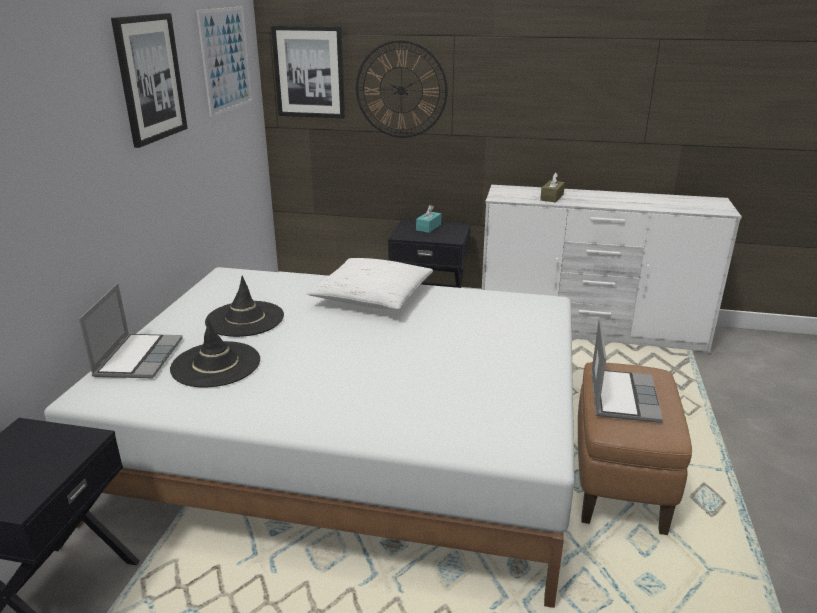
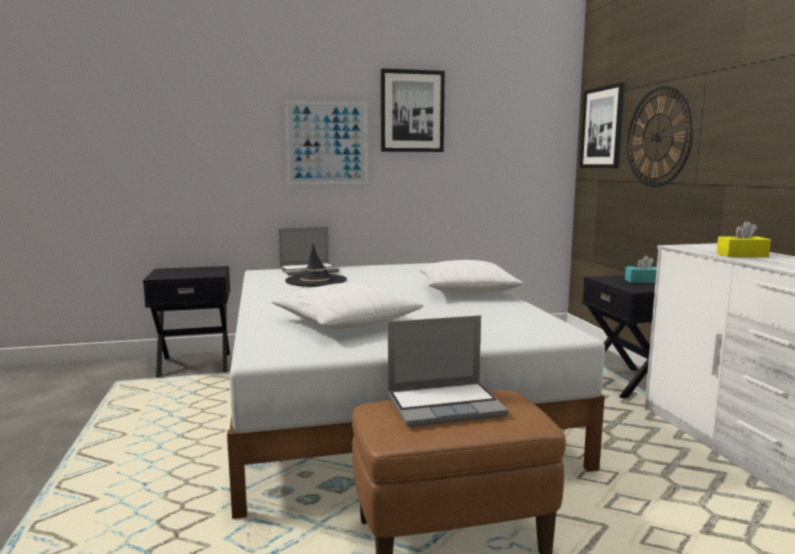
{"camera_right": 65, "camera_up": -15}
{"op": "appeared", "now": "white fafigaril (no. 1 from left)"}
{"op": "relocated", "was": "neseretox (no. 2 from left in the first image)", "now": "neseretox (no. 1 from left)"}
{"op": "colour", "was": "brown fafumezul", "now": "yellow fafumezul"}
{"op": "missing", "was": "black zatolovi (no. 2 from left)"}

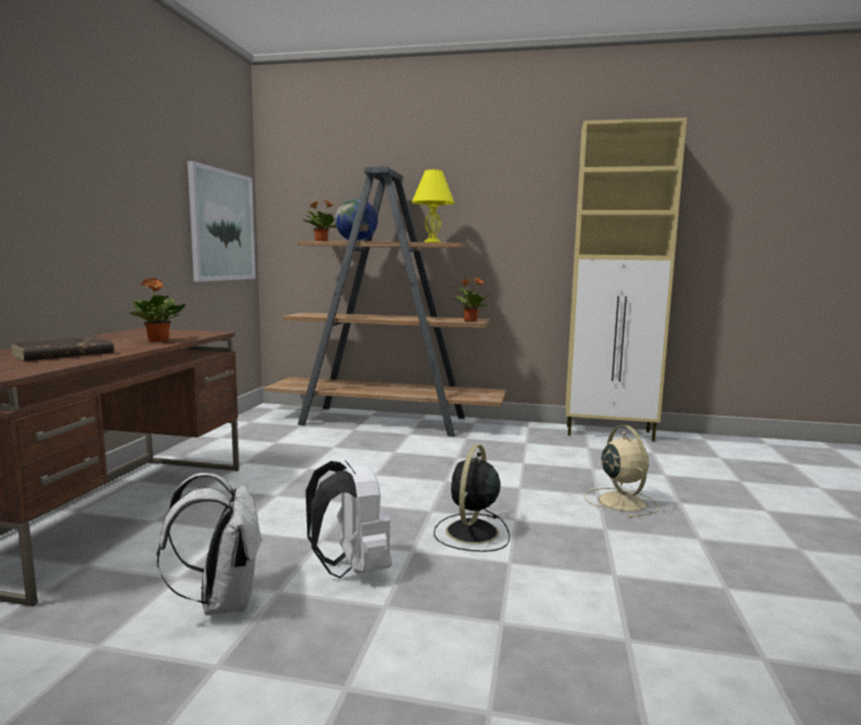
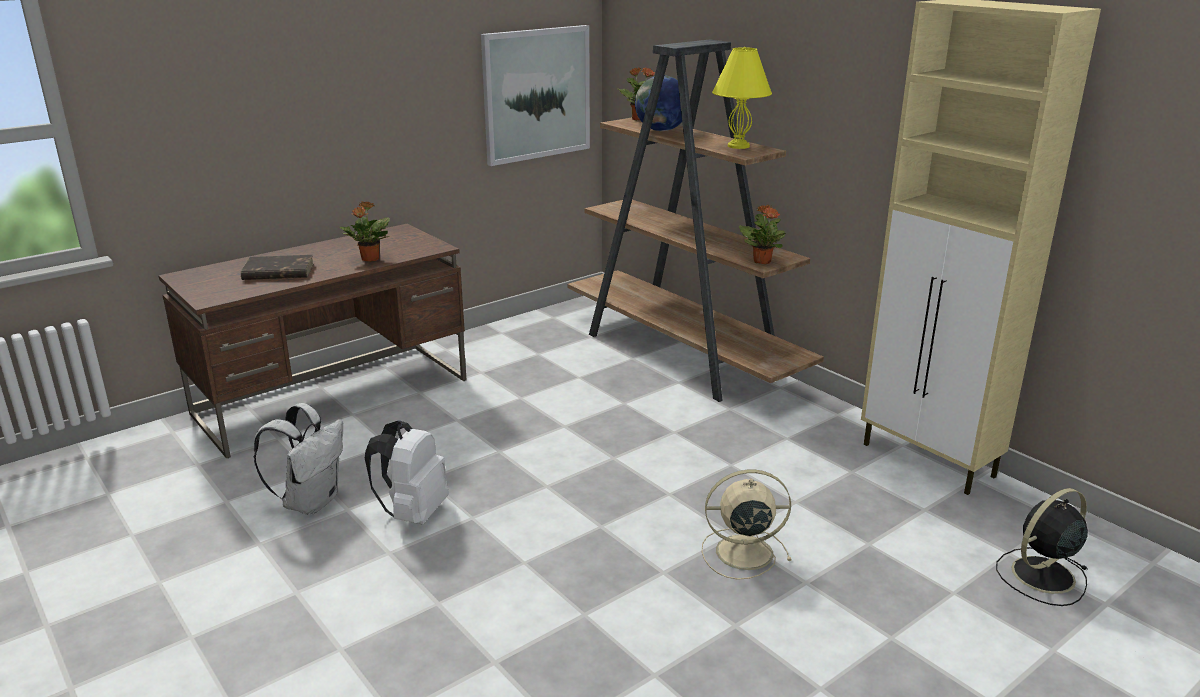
{"camera_right": 40, "camera_up": 15}
{"op": "spun", "was": "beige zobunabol", "clockwise": -120}
{"op": "relocated", "was": "black zobunabol"}

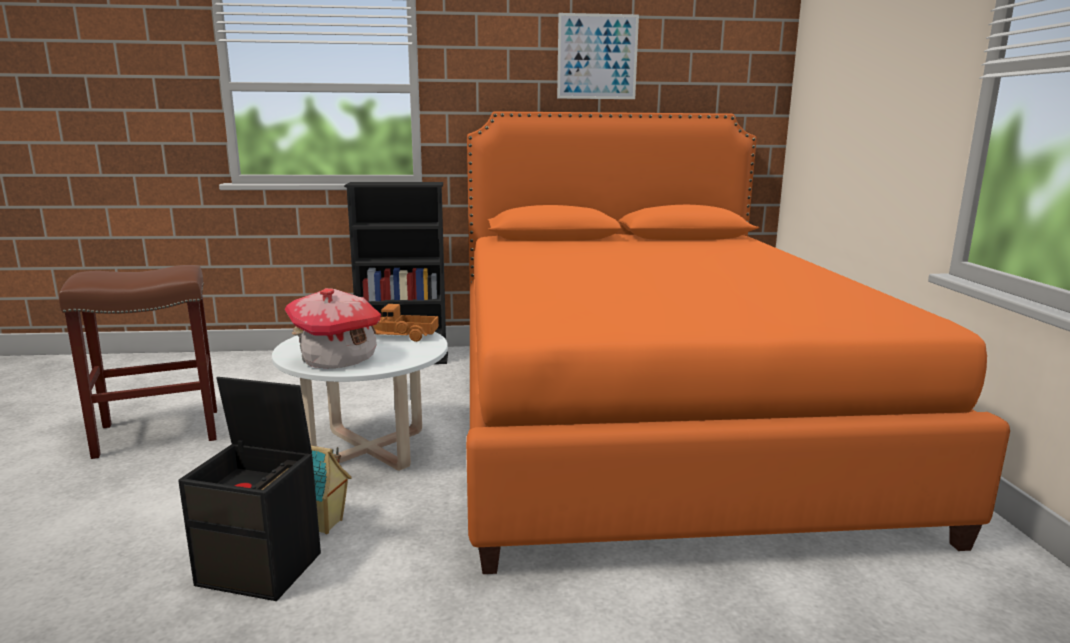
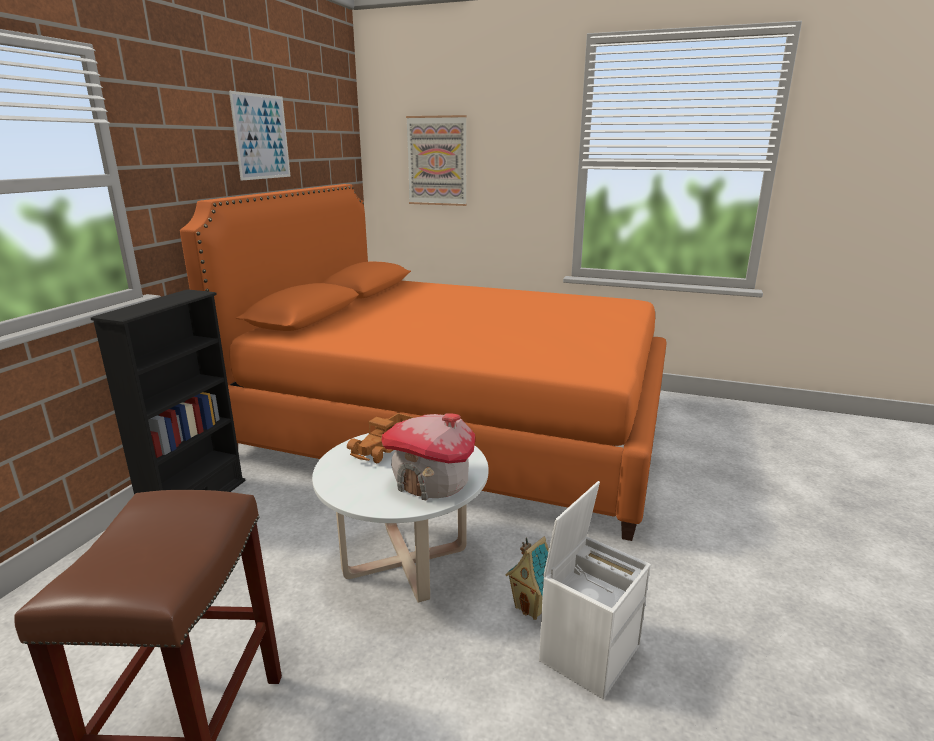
{"camera_right": -65, "camera_up": 5}
{"op": "appeared", "now": "neseretox (no. 2 from left)"}
{"op": "colour", "was": "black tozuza", "now": "white tozuza"}

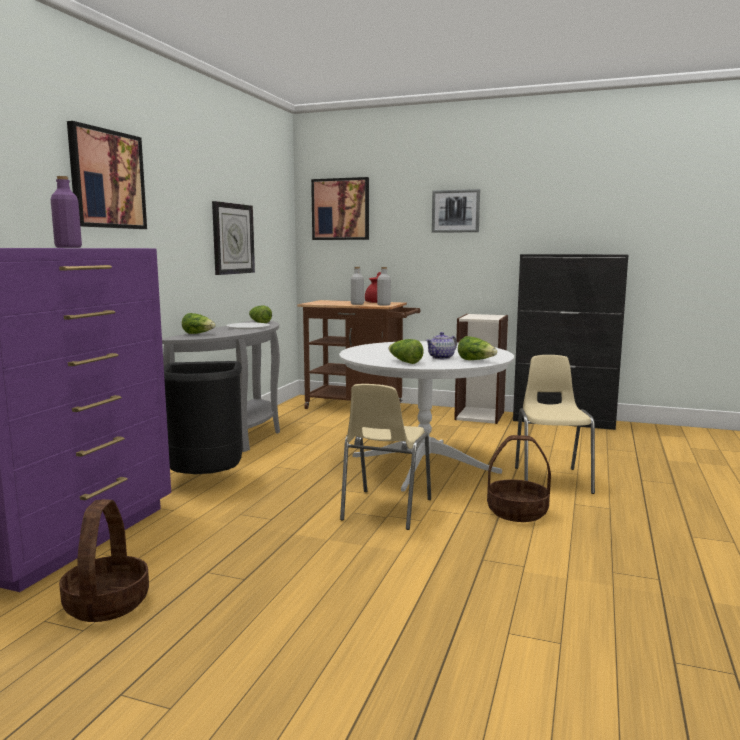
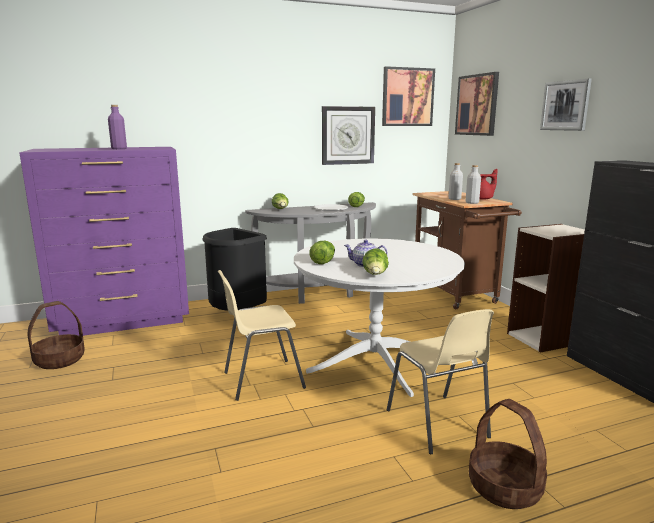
{"camera_right": 50, "camera_up": 5}
{"op": "relocated", "was": "neseretox (no. 1 from left)"}
{"op": "spun", "was": "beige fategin (no. 2 from left)", "clockwise": 105}
{"op": "relocated", "was": "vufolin (no. 2 from left)"}

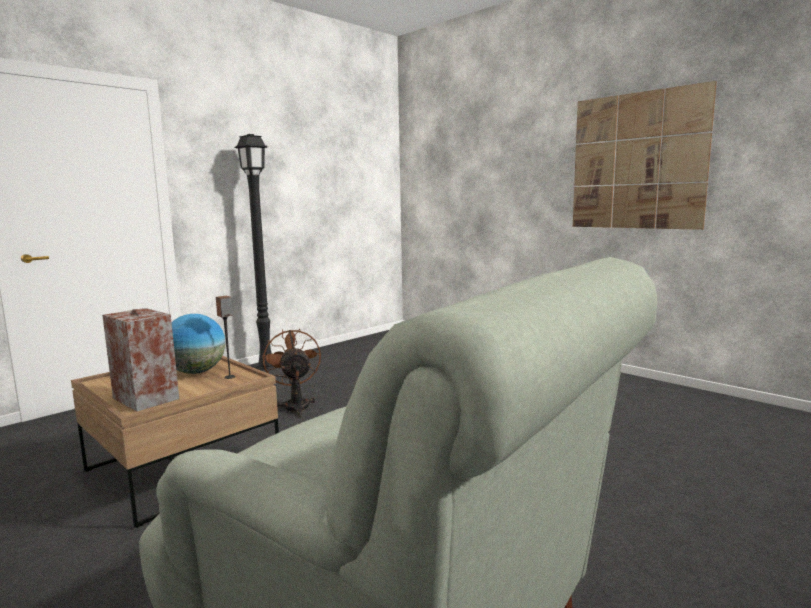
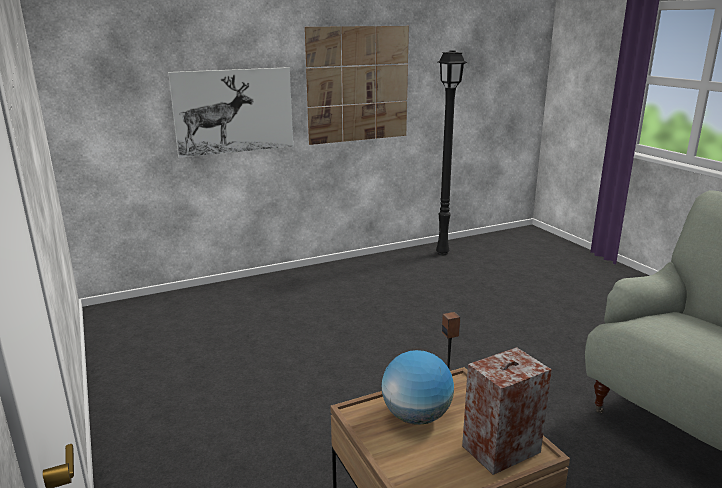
{"camera_right": -70, "camera_up": 10}
{"op": "appeared", "now": "neseretox (no. 1 from left)"}
{"op": "relocated", "was": "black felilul"}
{"op": "missing", "was": "brown zobunabol"}

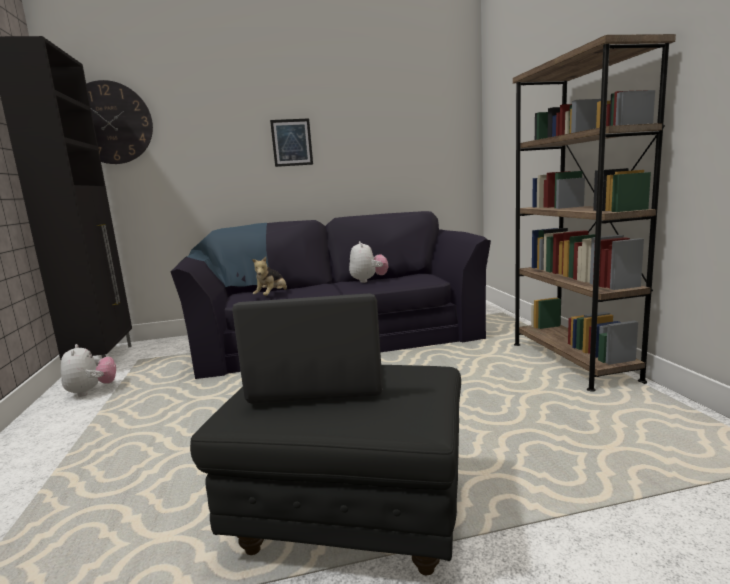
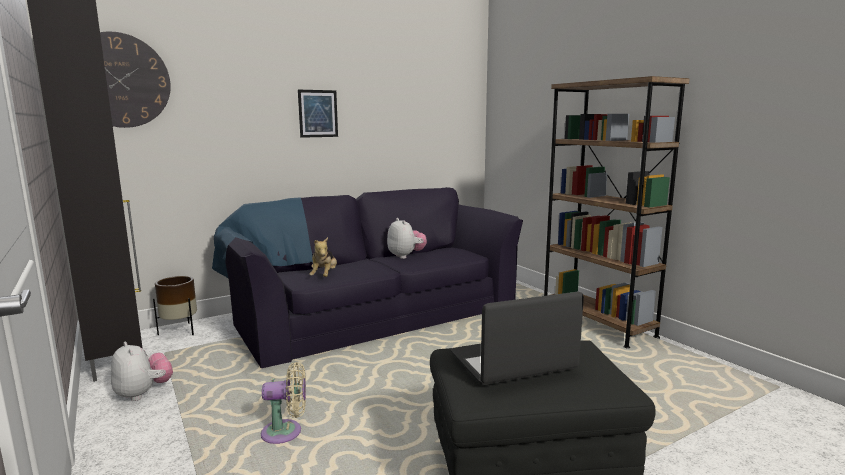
{"camera_right": -20, "camera_up": 0}
{"op": "appeared", "now": "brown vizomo"}
{"op": "appeared", "now": "beige zobunabol"}

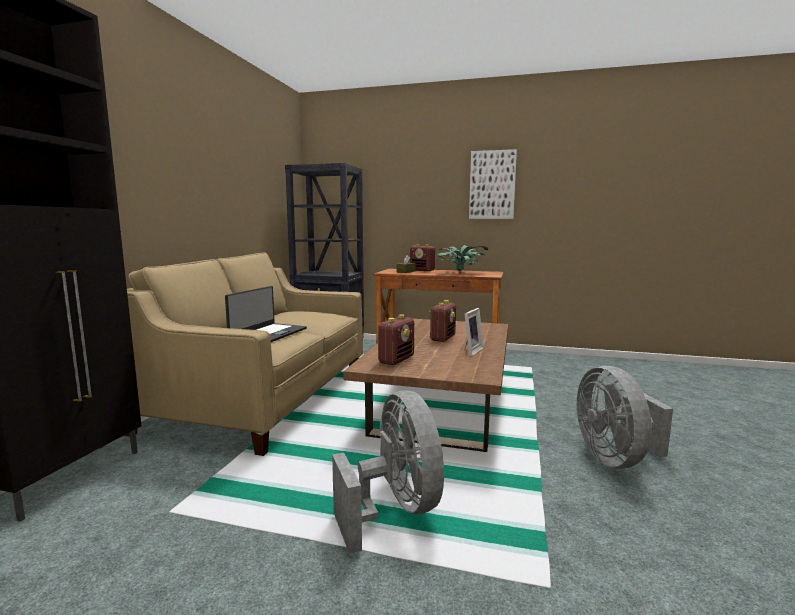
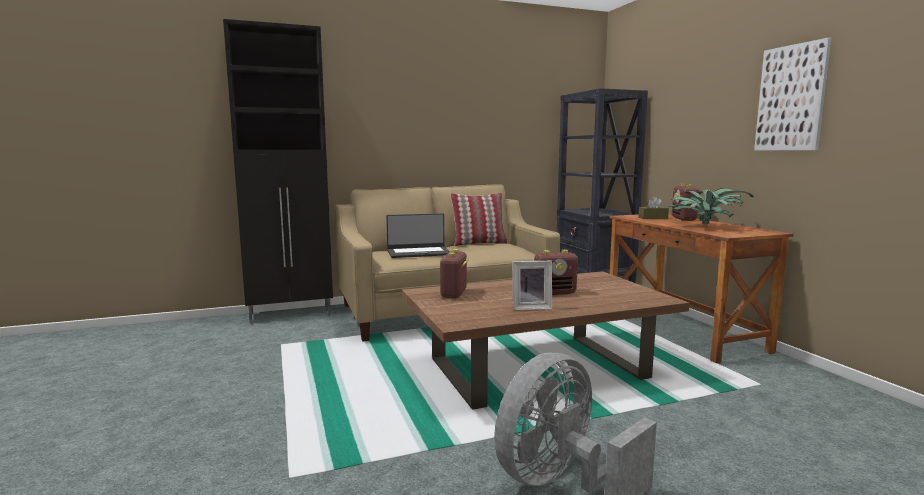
{"camera_right": 55, "camera_up": 0}
{"op": "spun", "was": "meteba (no. 1 from left)", "clockwise": 105}
{"op": "appeared", "now": "fafigaril"}
{"op": "missing", "was": "grey zobunabol (no. 1 from left)"}

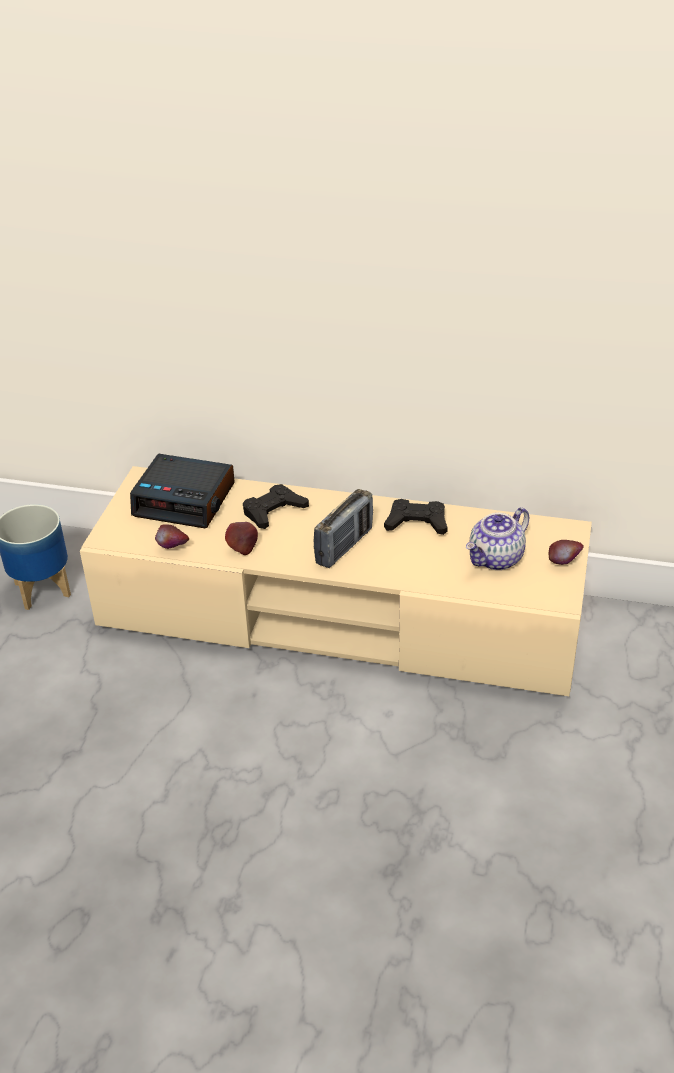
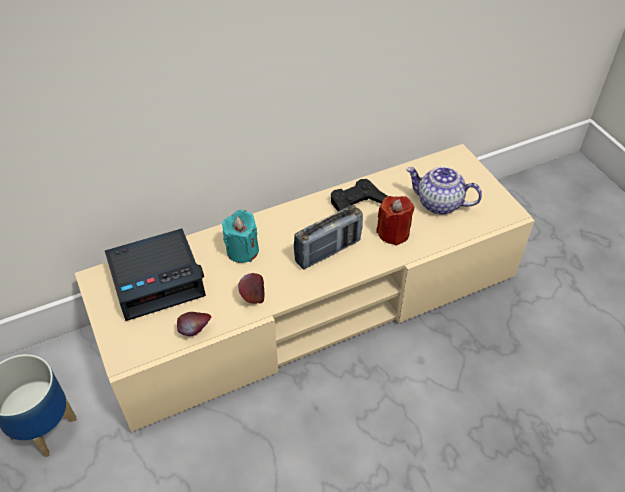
{"camera_right": -40, "camera_up": 10}
{"op": "exchanged", "was": "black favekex (no. 1 from left)", "now": "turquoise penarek"}
{"op": "spun", "was": "meteba", "clockwise": 60}
{"op": "appeared", "now": "red penarek"}
{"op": "spun", "was": "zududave", "clockwise": 105}
{"op": "missing", "was": "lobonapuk (no. 3 from left)"}

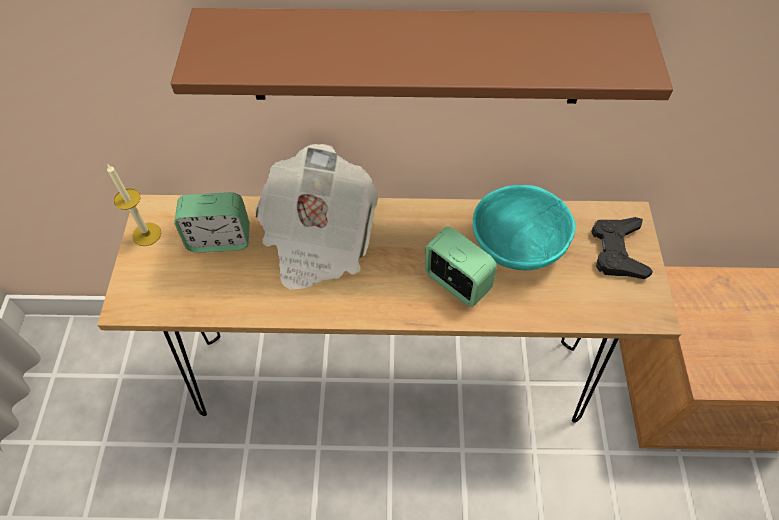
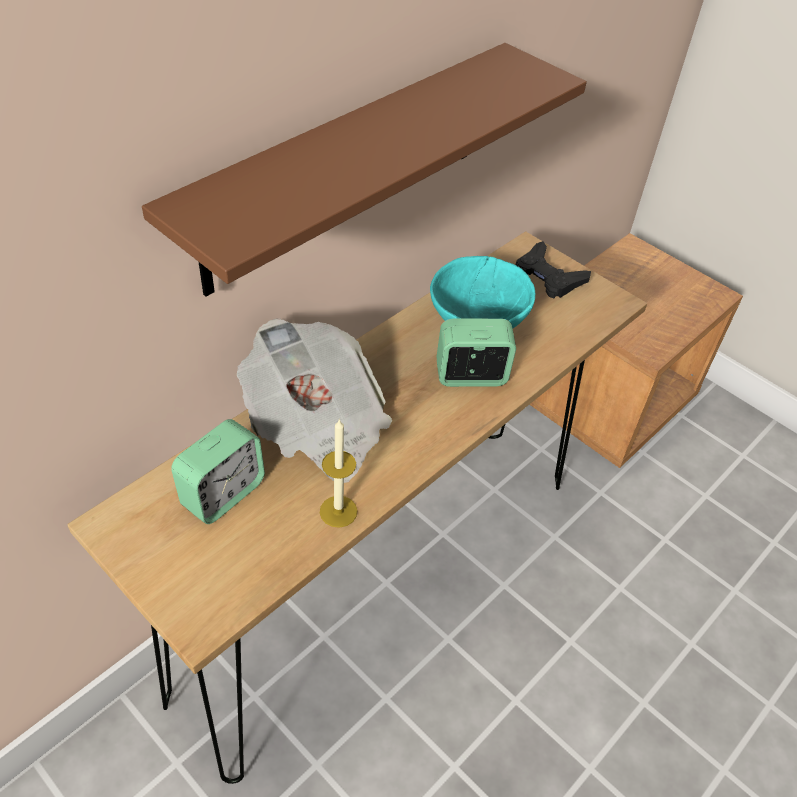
{"camera_right": -50, "camera_up": -10}
{"op": "relocated", "was": "penarek"}

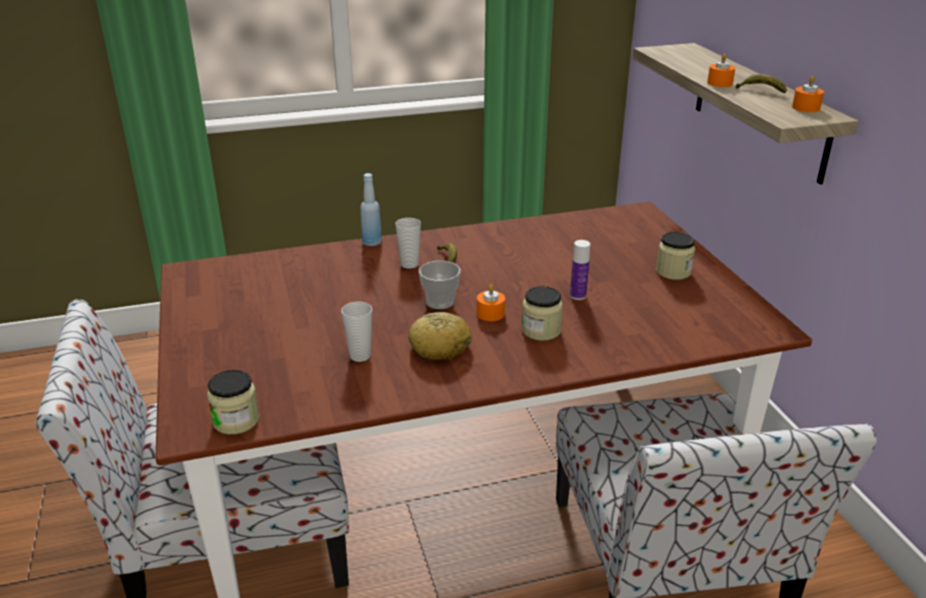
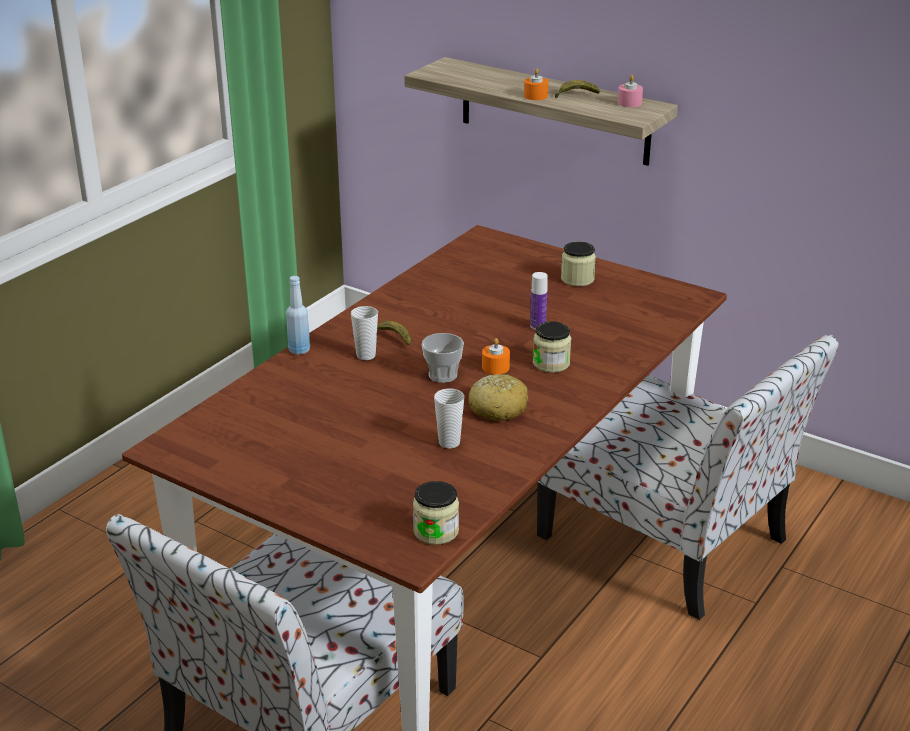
{"camera_right": -40, "camera_up": 0}
{"op": "colour", "was": "orange penarek (no. 3 from left)", "now": "pink penarek"}

